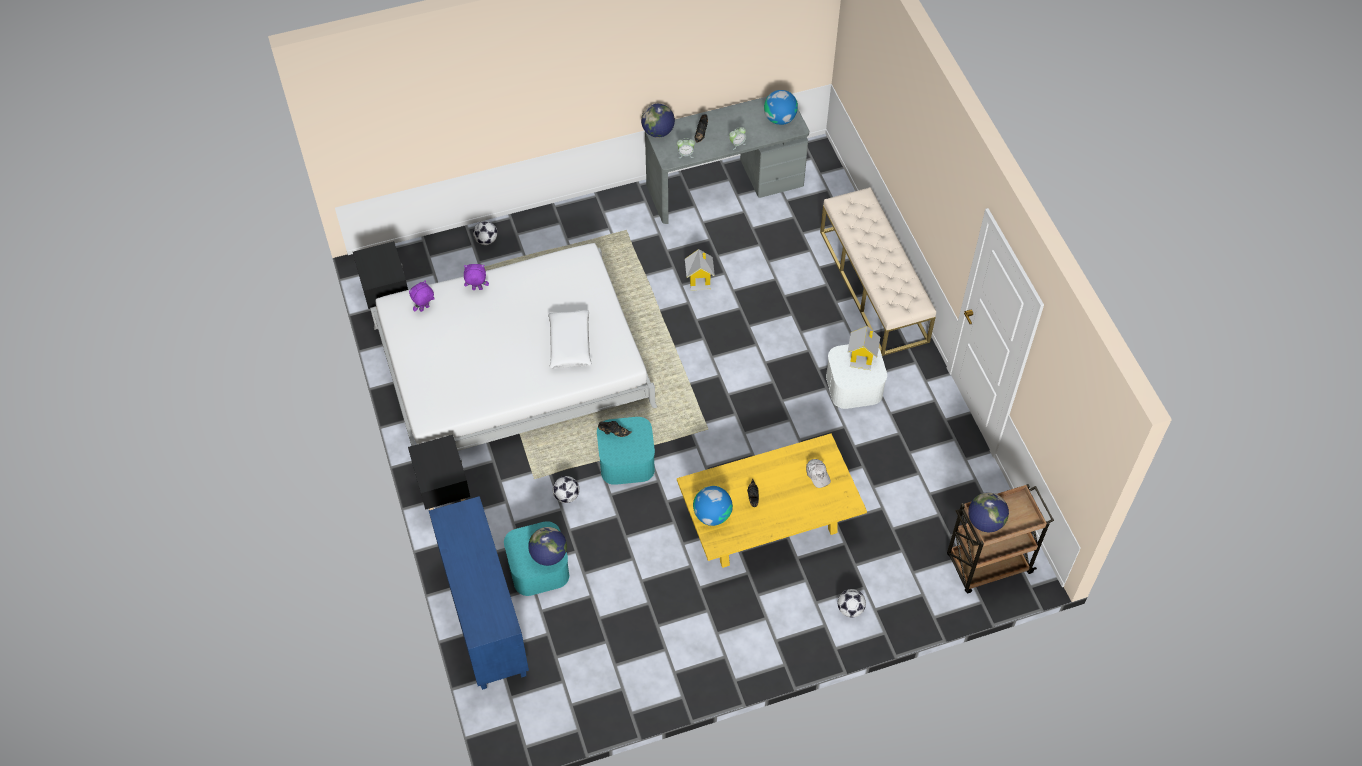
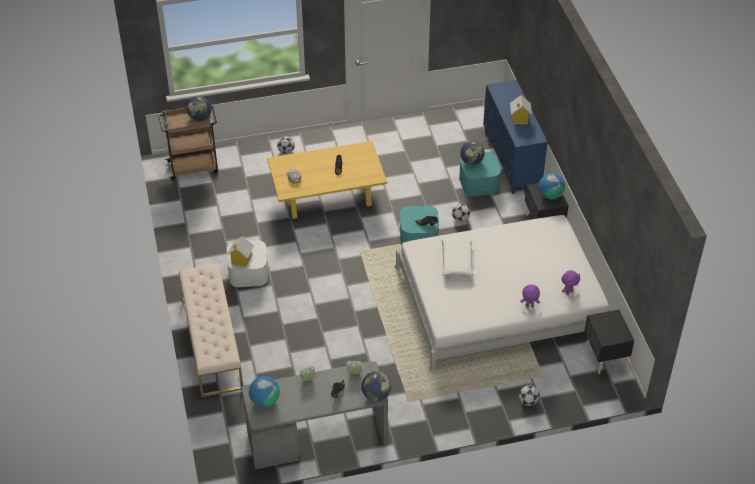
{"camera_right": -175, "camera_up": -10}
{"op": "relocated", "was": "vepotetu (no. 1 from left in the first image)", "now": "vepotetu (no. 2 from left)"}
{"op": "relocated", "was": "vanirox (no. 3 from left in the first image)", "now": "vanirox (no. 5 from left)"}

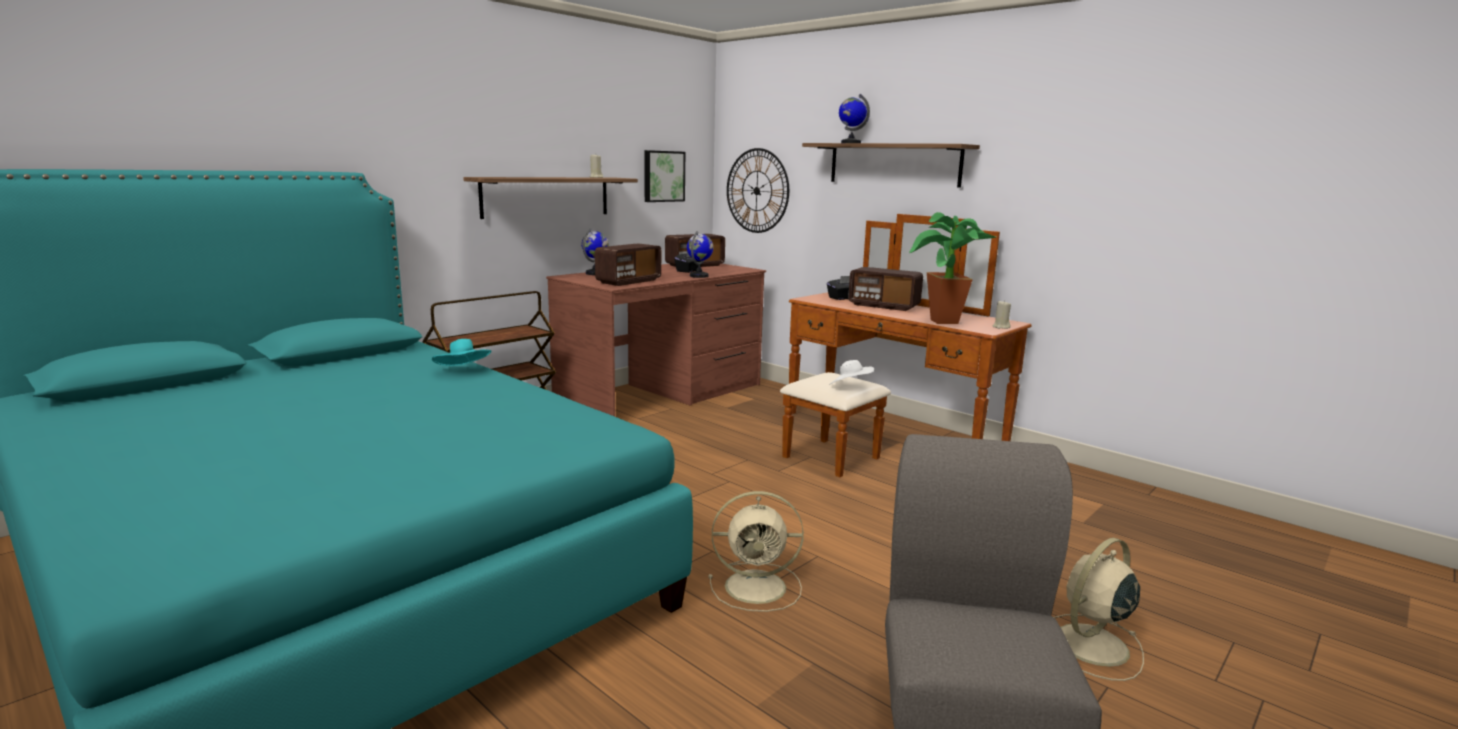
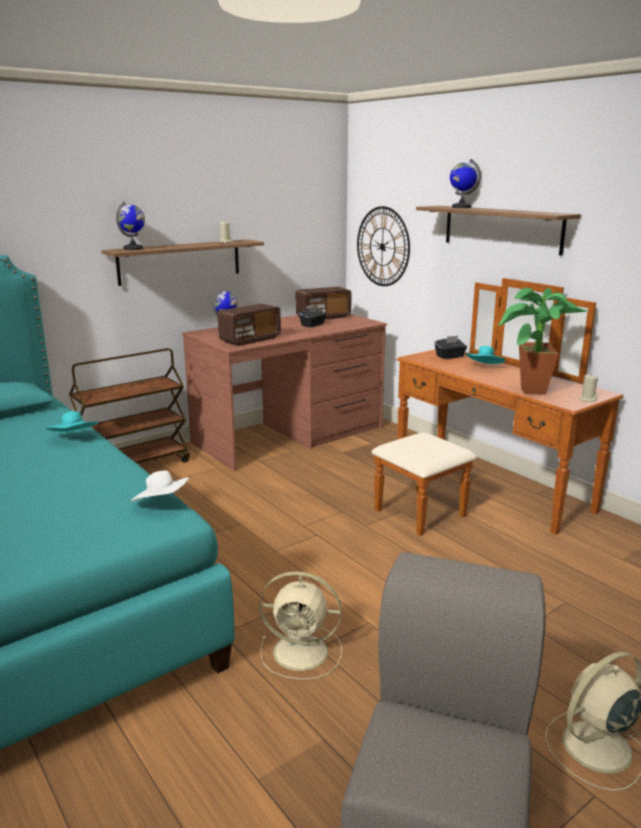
{"camera_right": 10, "camera_up": 5}
{"op": "relocated", "was": "vanirox (no. 2 from left in the first image)", "now": "vanirox (no. 1 from left)"}
{"op": "relocated", "was": "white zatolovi"}
{"op": "exchanged", "was": "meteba (no. 3 from left)", "now": "turquoise zatolovi (no. 2 from left)"}
{"op": "missing", "was": "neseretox"}

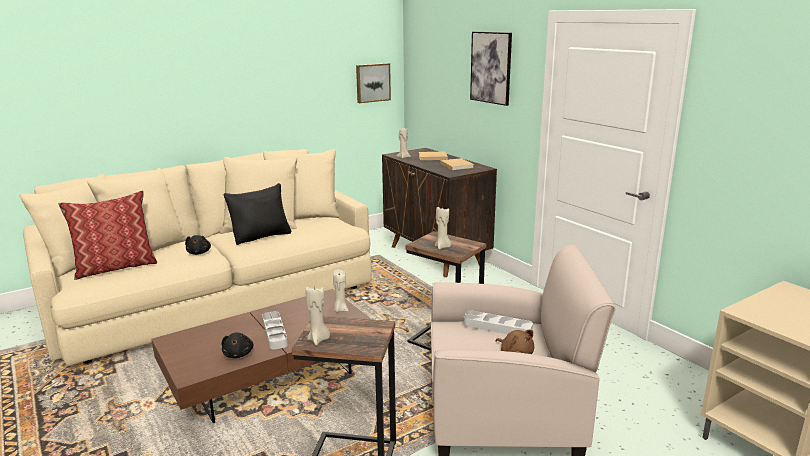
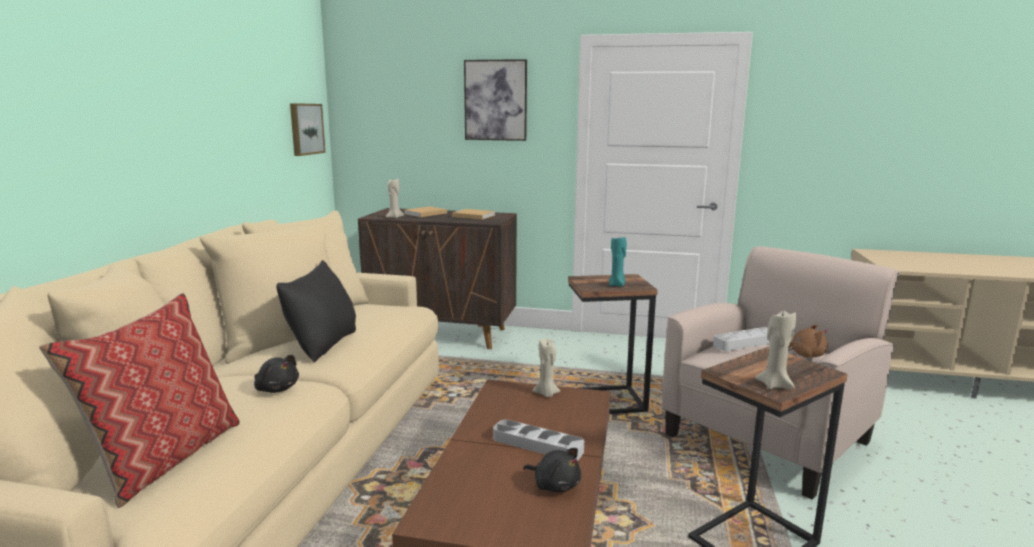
{"camera_right": -45, "camera_up": -5}
{"op": "colour", "was": "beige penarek (no. 4 from left)", "now": "turquoise penarek"}

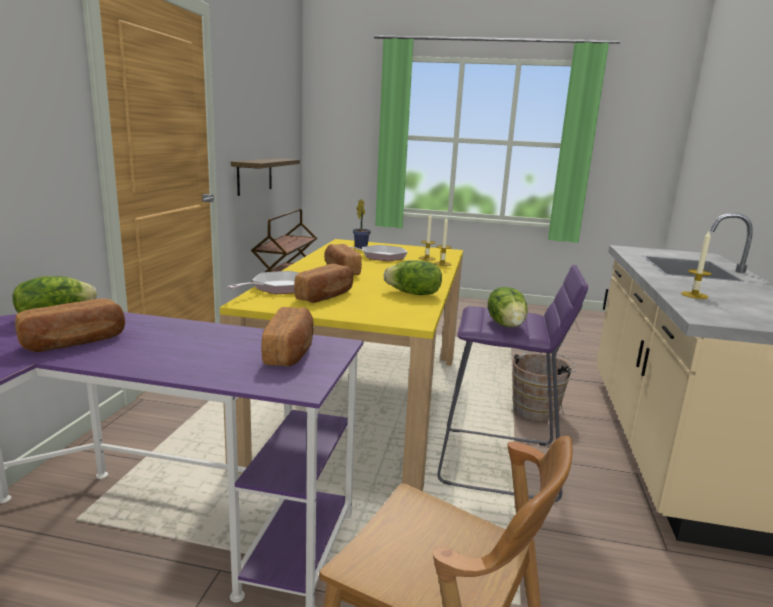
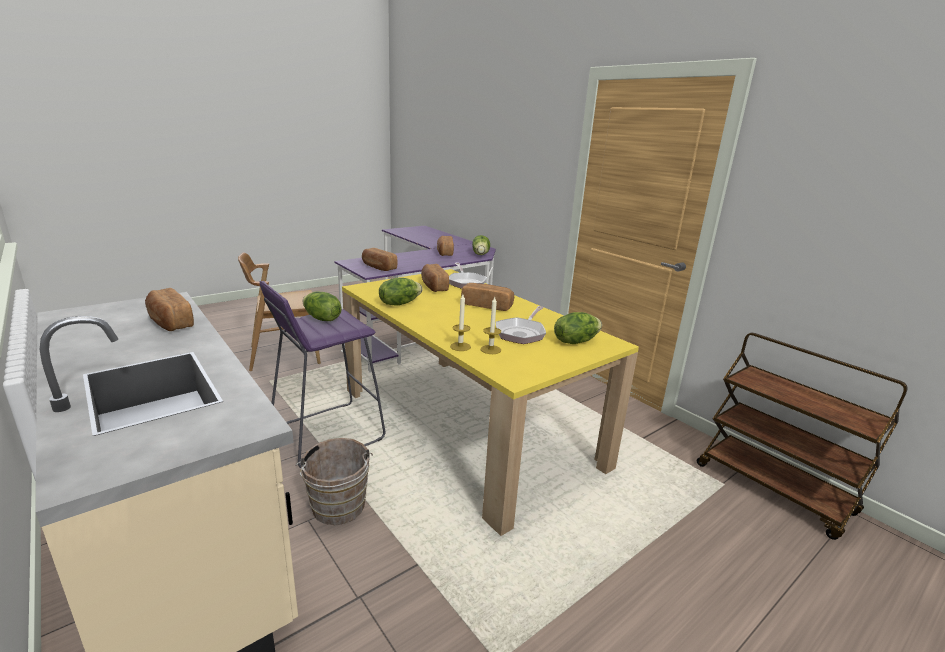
{"camera_right": 130, "camera_up": 5}
{"op": "exchanged", "was": "penarek (no. 3 from left)", "now": "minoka (no. 1 from left)"}
{"op": "exchanged", "was": "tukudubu", "now": "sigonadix (no. 4 from left)"}
{"op": "missing", "was": "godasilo"}

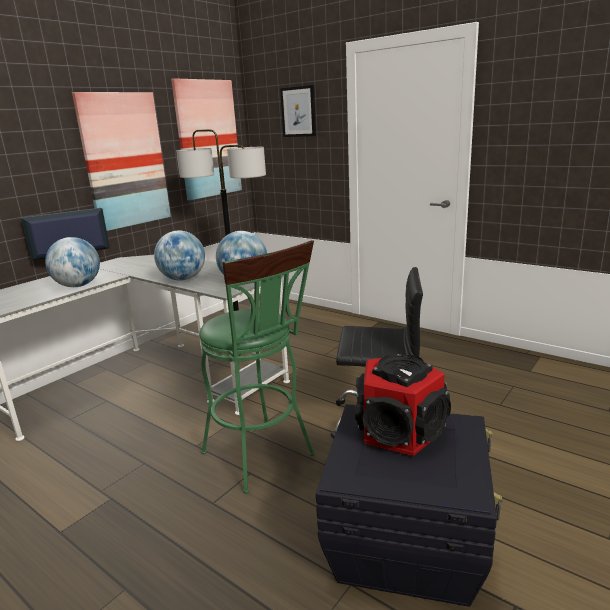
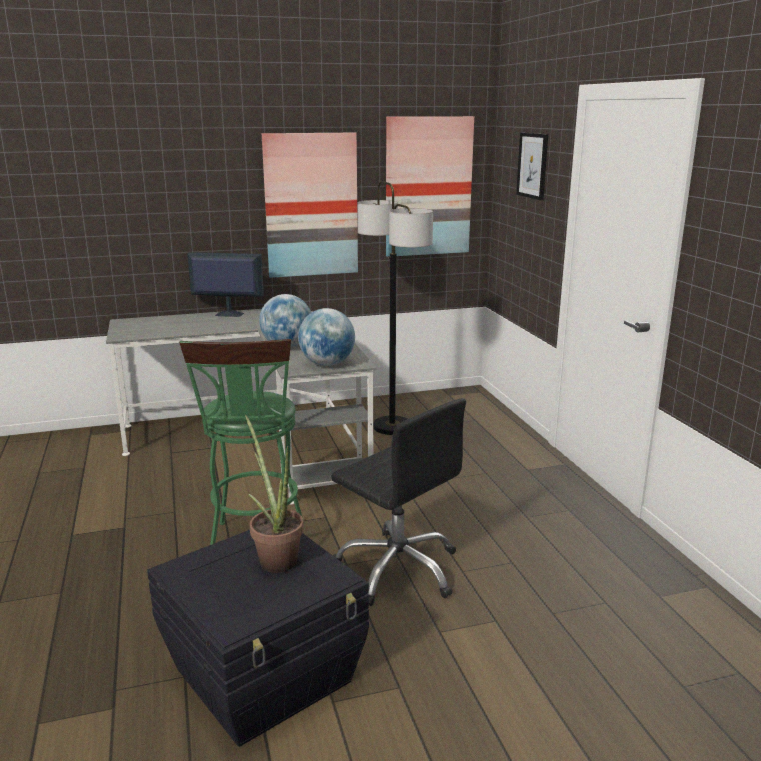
{"camera_right": 35, "camera_up": 0}
{"op": "exchanged", "was": "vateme", "now": "tukudubu"}
{"op": "missing", "was": "vanirox (no. 1 from left)"}

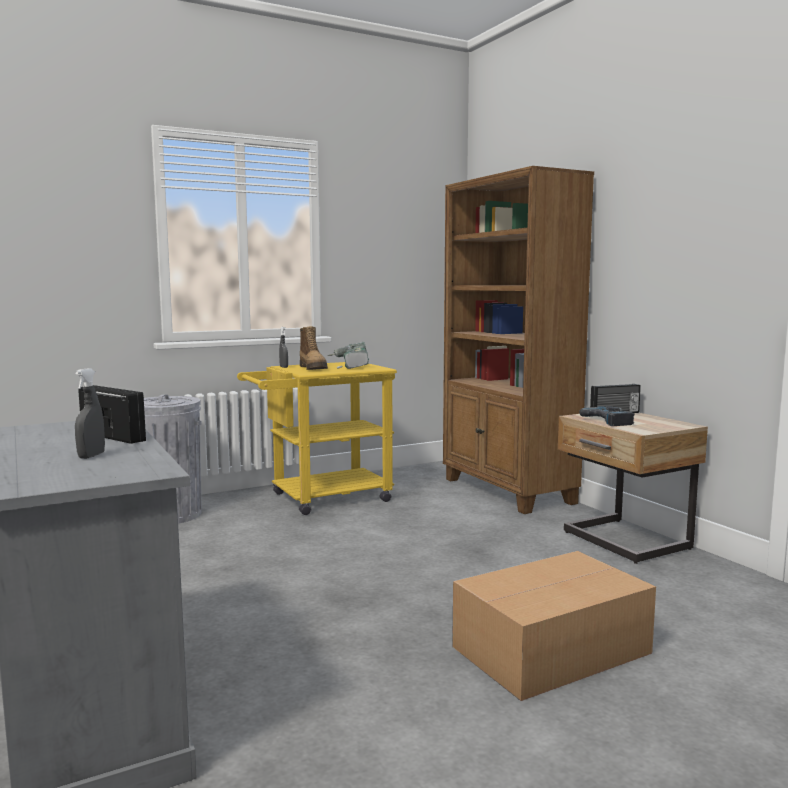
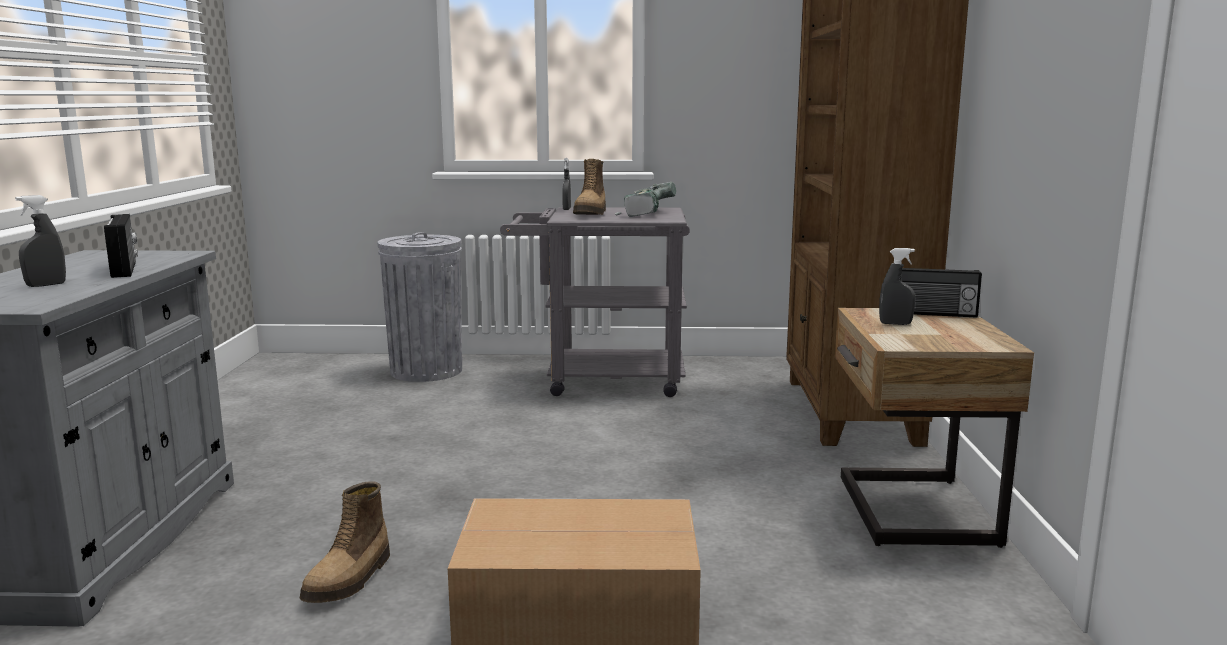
{"camera_right": 30, "camera_up": 5}
{"op": "appeared", "now": "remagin (no. 1 from left)"}
{"op": "colour", "was": "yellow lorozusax", "now": "grey lorozusax"}
{"op": "exchanged", "was": "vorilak (no. 2 from left)", "now": "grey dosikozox (no. 3 from left)"}

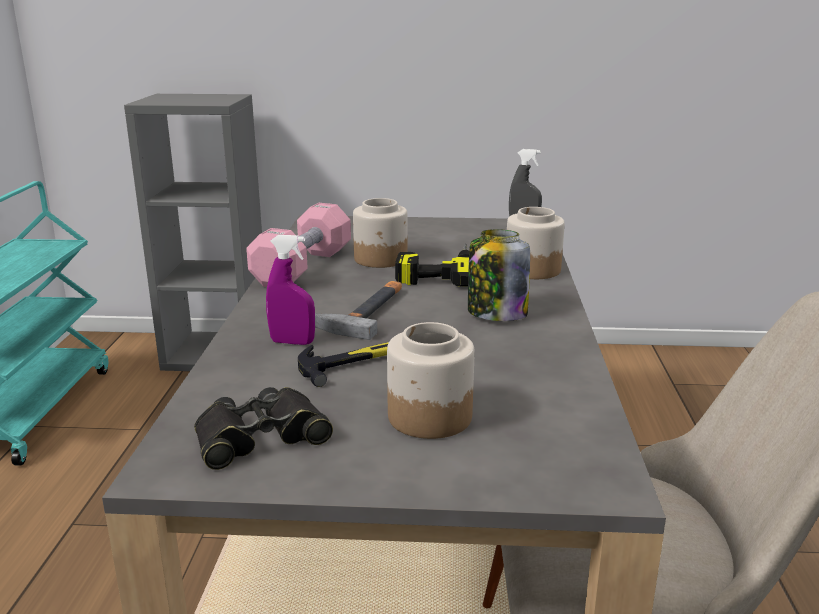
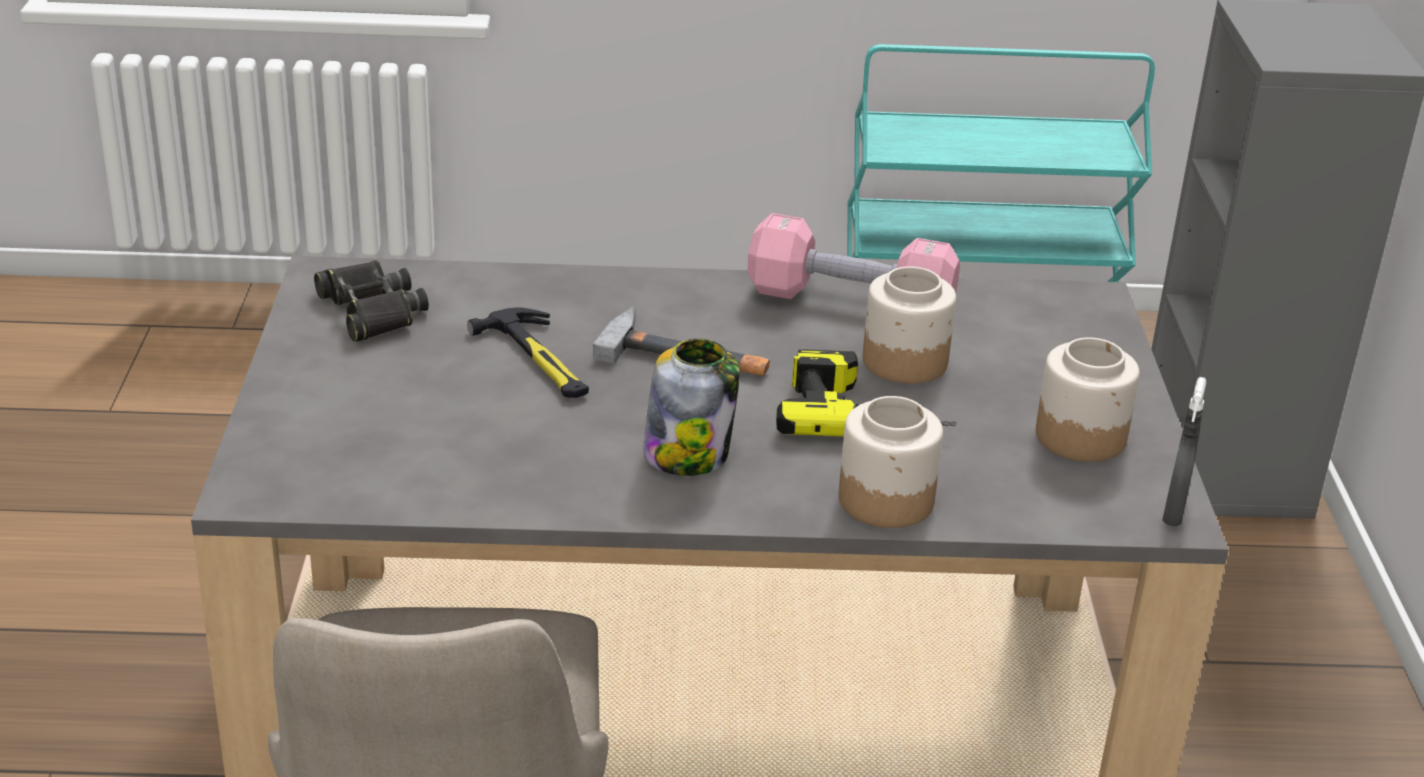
{"camera_right": 85, "camera_up": 10}
{"op": "relocated", "was": "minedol (no. 2 from left in the first image)", "now": "minedol (no. 4 from left)"}
{"op": "missing", "was": "purple dosikozox"}

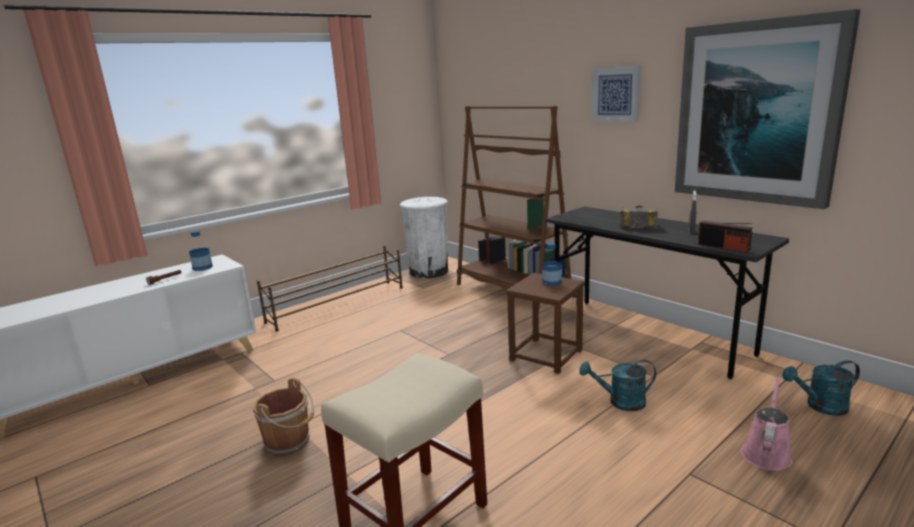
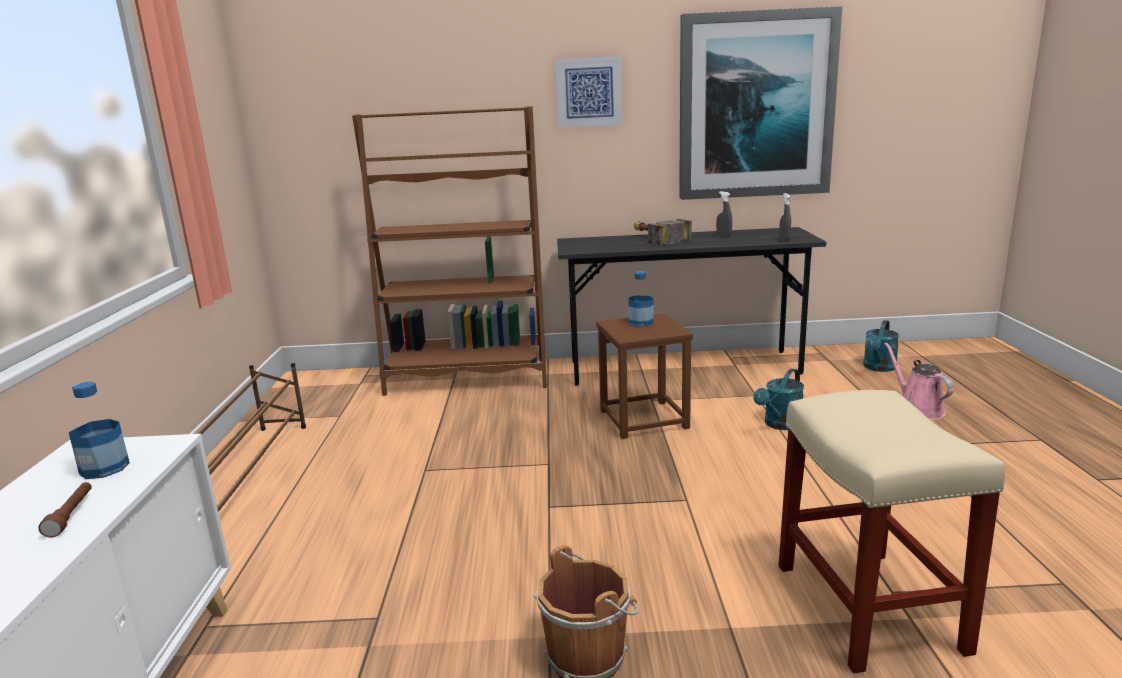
{"camera_right": -50, "camera_up": 0}
{"op": "exchanged", "was": "meteba", "now": "grey dosikozox (no. 2 from left)"}
{"op": "missing", "was": "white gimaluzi"}

